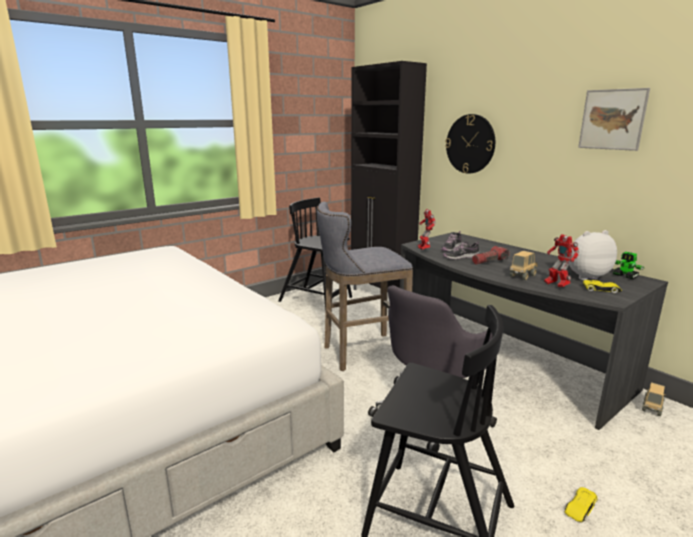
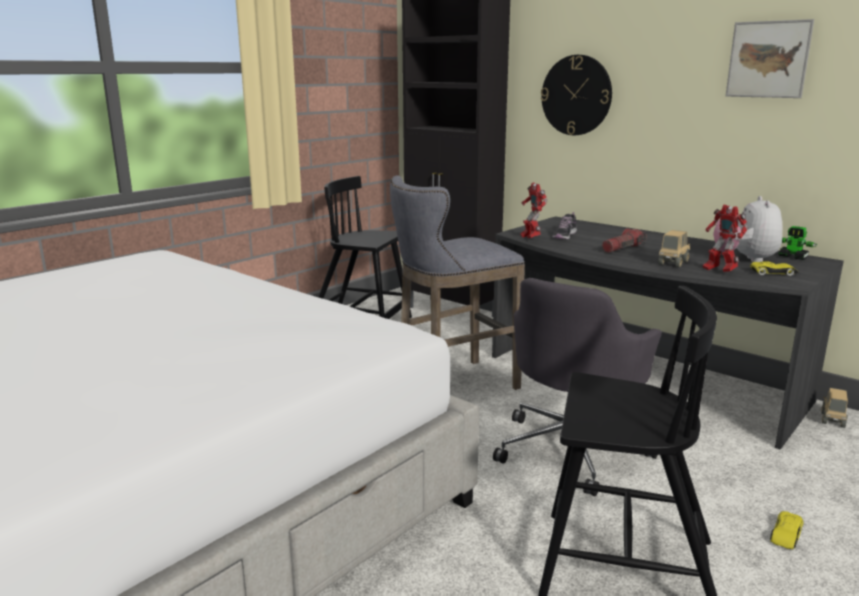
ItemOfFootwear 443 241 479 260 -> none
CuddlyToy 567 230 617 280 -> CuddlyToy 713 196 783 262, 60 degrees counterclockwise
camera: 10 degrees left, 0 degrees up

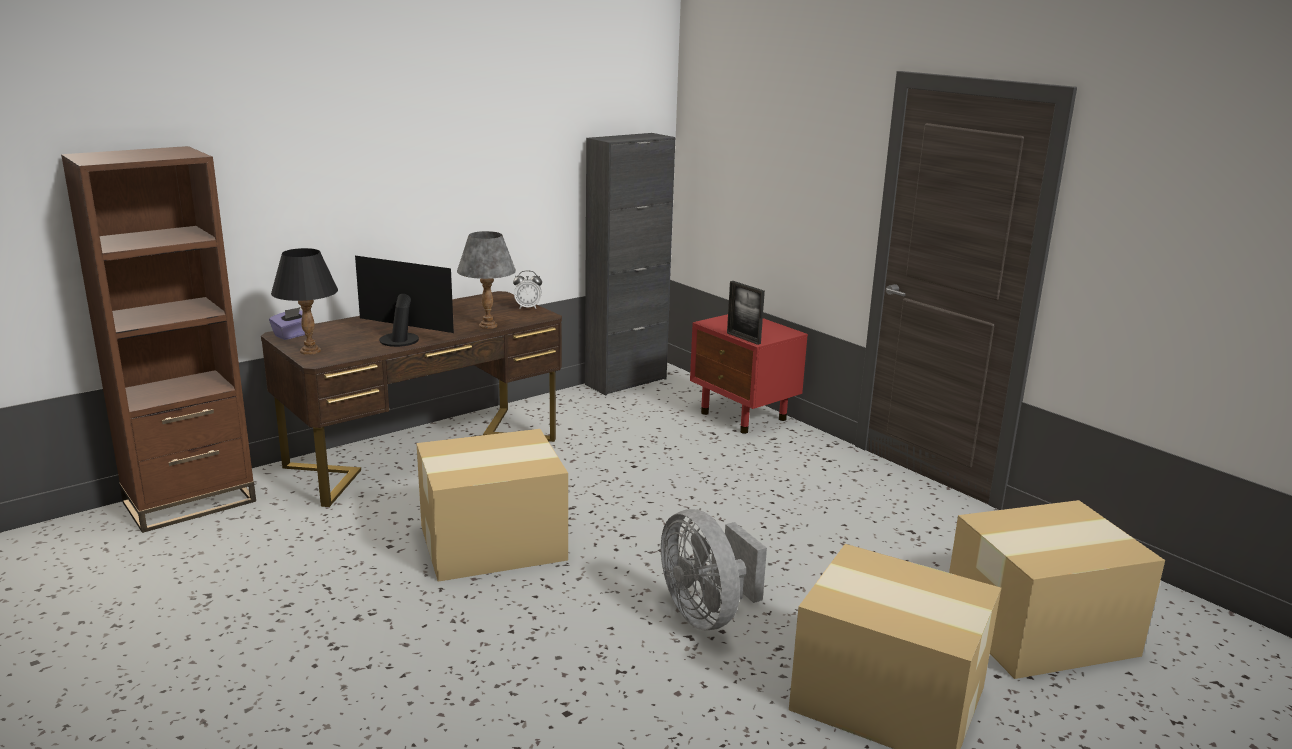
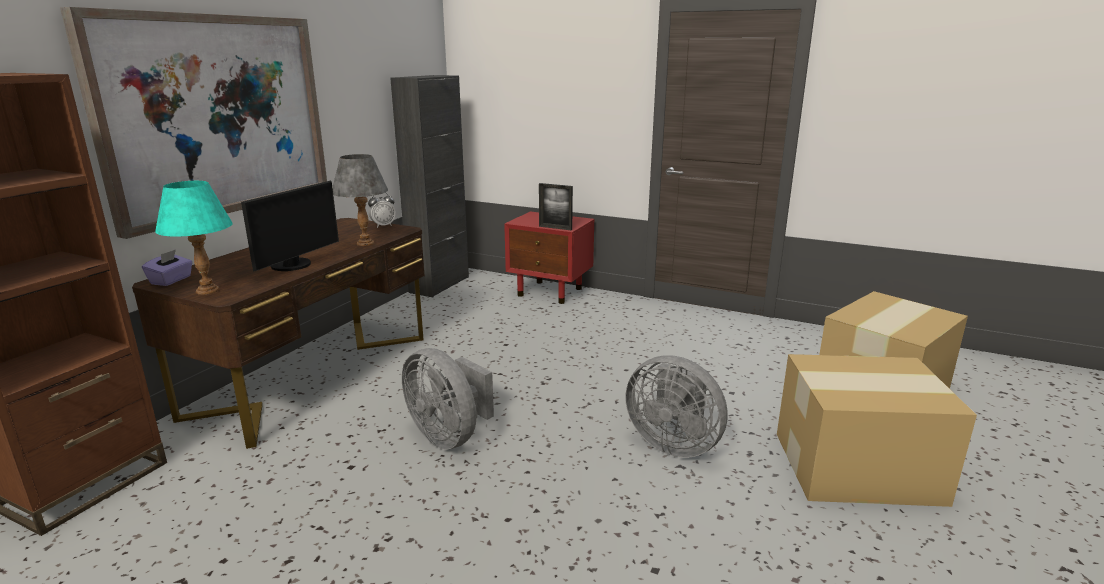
none -> WallPicture 60 7 327 239
CardboardBox 416 429 568 582 -> GreyElectricFan 402 348 494 449
BlackTableLamp 271 248 338 355 -> BlueGreenTableLamp 155 181 233 295
ComputerDisplay 355 256 454 347 -> ComputerDisplay 241 181 339 272, 120 degrees clockwise
camera: 25 degrees left, 0 degrees up

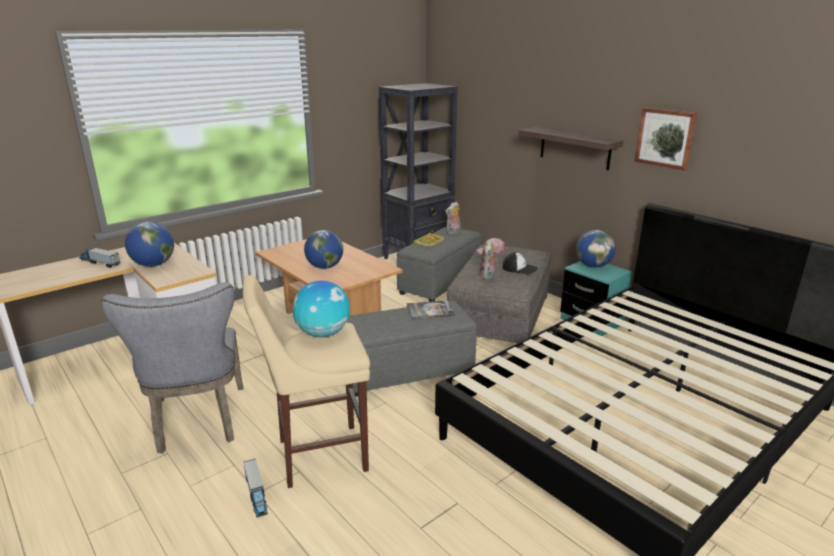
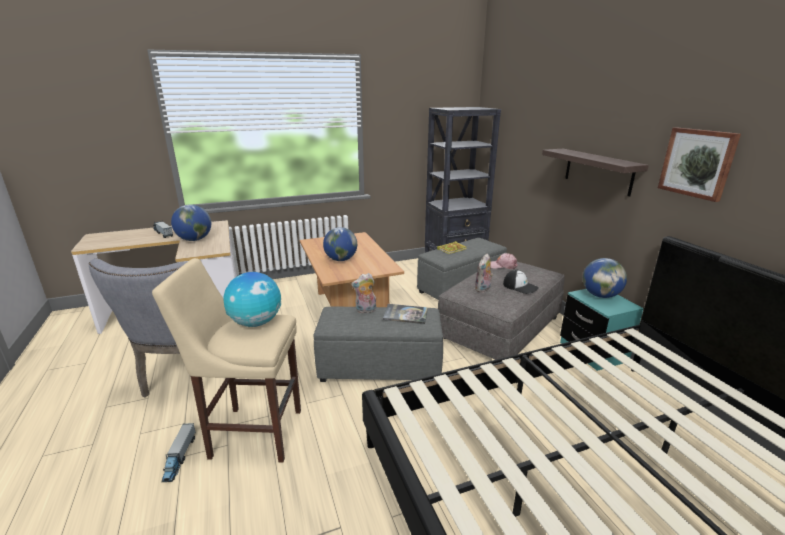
CuddlyToy 445 201 461 234 -> CuddlyToy 351 273 376 314, shifted
camera: 20 degrees right, 0 degrees up

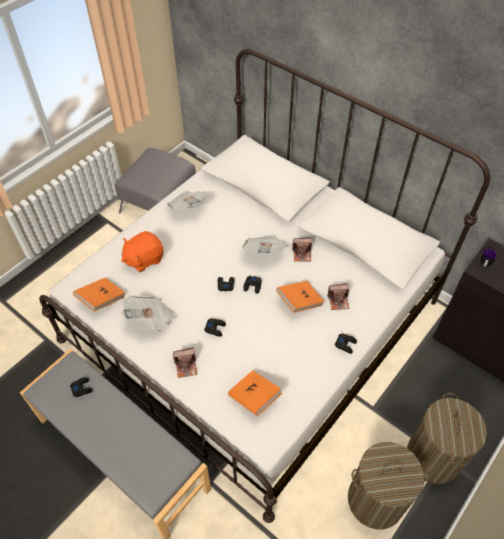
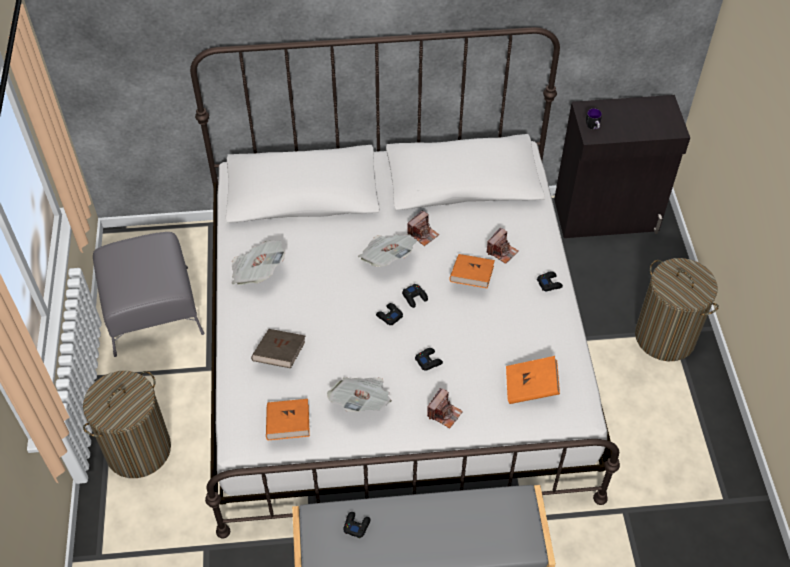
Hamper 348 442 430 529 -> Hamper 83 371 171 478, shifted
OrangeyCuddlyToy 121 231 164 272 -> BrownishVolume 251 329 305 368
camera: 45 degrees left, 0 degrees up

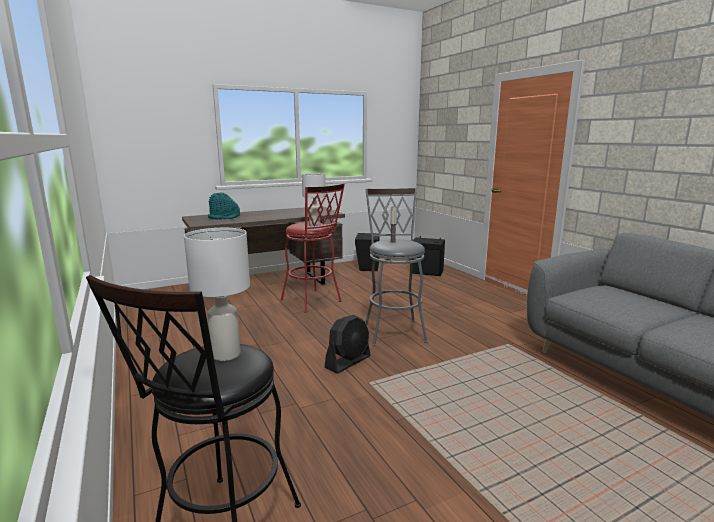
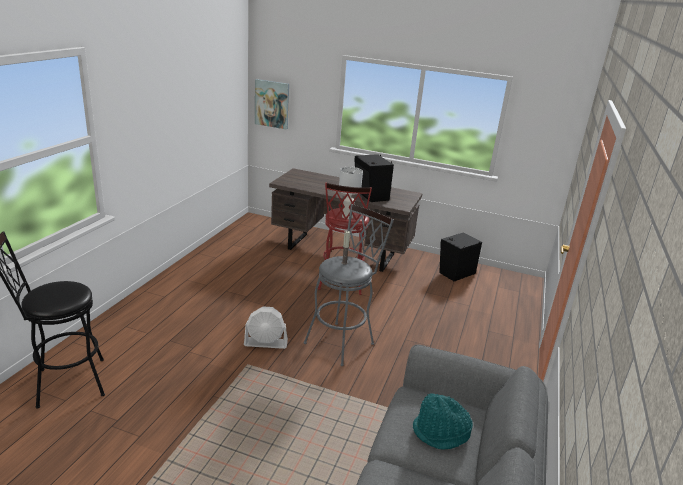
WhiteTableLamp 184 228 250 361 -> none
none -> WallPicture 255 79 289 129
BlueGreenHat 208 193 240 219 -> BlueGreenHat 413 394 473 450, shifted
BlackSpeaker 412 236 445 276 -> BlackSpeaker 354 154 394 202, shifted
BlackElectricFan 325 315 370 374 -> WhiteElectricFan 244 306 288 349
camera: 45 degrees right, 10 degrees up

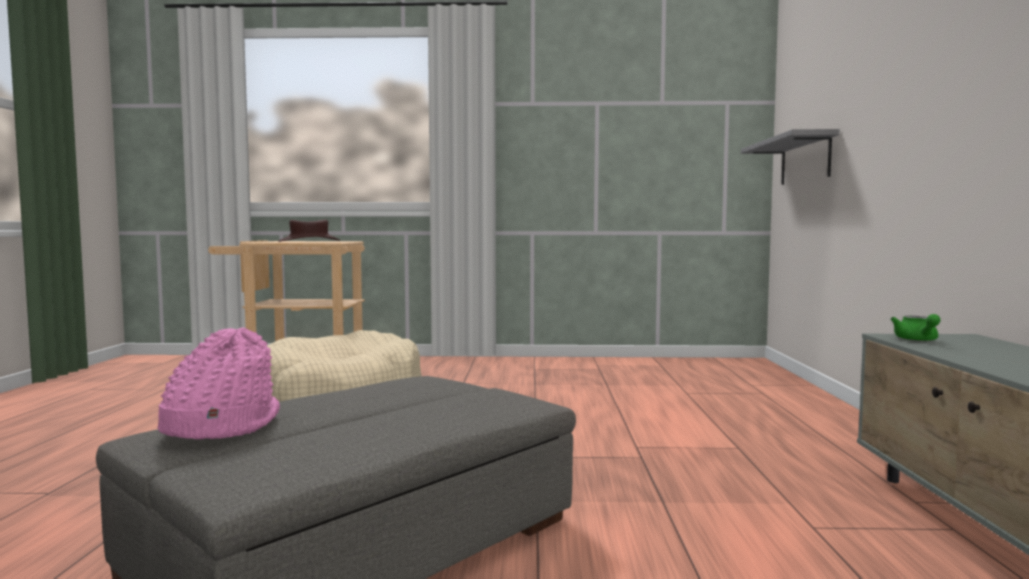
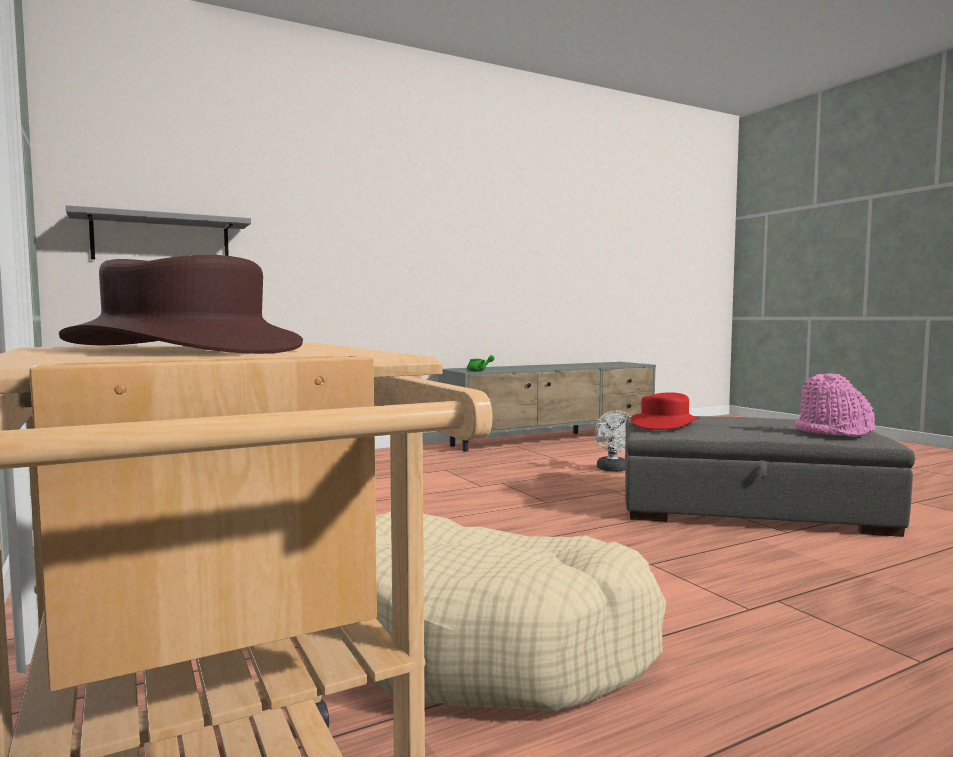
none -> WhiteElectricFan 595 410 631 471
none -> RedColouredHat 631 392 699 430
camera: 120 degrees left, 0 degrees up

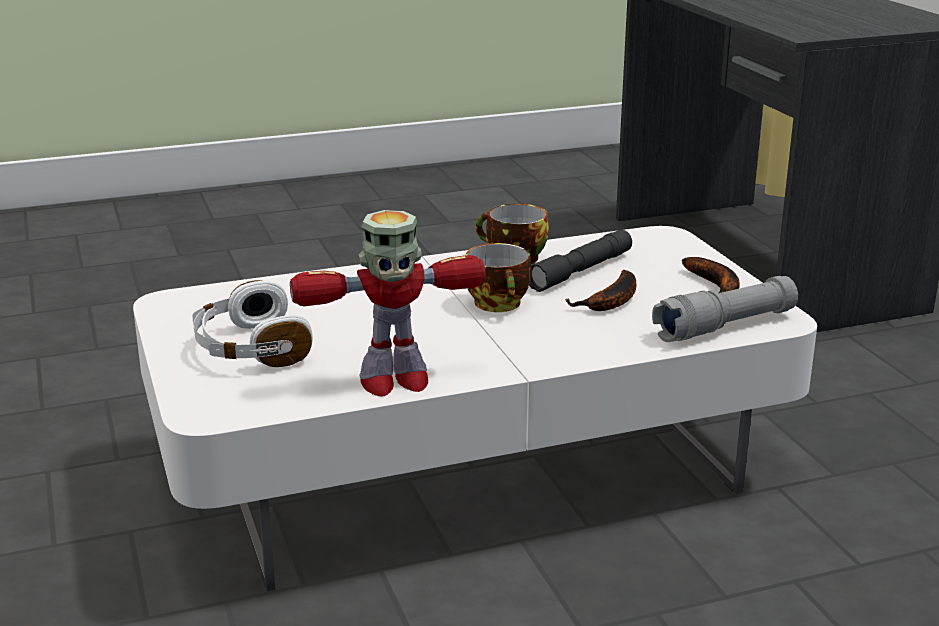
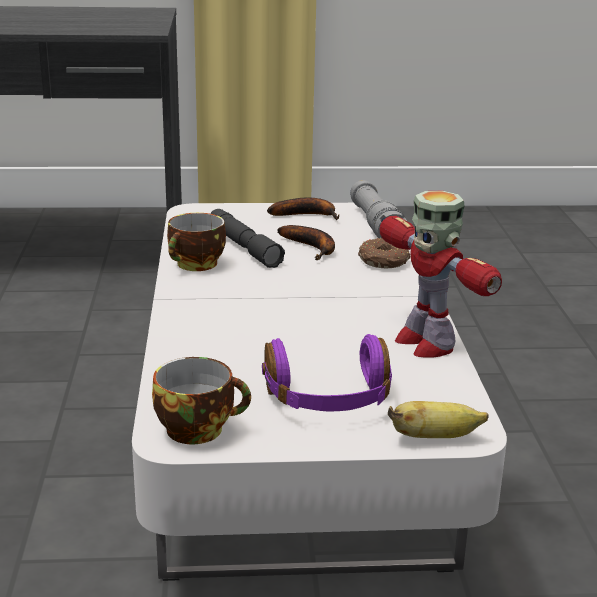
none -> RingDoughnut 358 238 410 268
none -> WholeBanana 388 401 489 438
DrinkingCup 465 243 532 312 -> DrinkingCup 152 357 251 444, shifted
WhiteHeadset 192 280 313 367 -> PurpleColouredHeadset 262 334 392 411
RobotFigure 290 210 486 397 -> RobotFigure 380 191 502 358, 150 degrees clockwise
camera: 75 degrees left, 0 degrees up

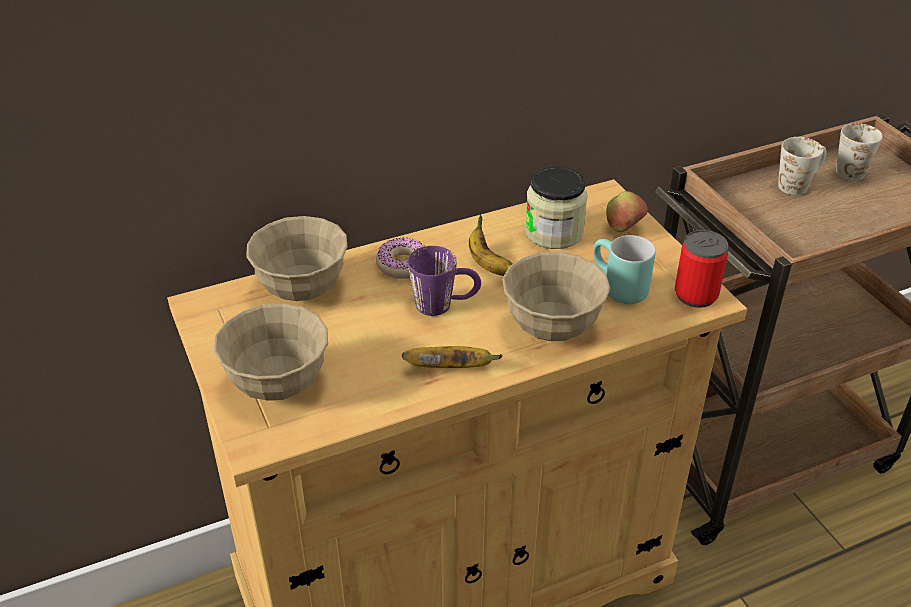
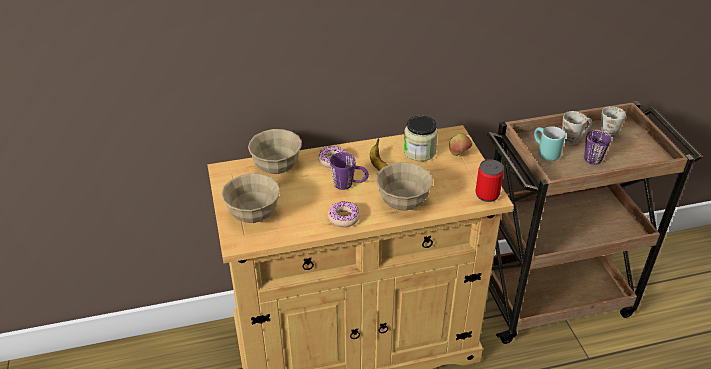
none -> PurpleColouredTeaMug 584 130 611 165
BlueGreenTeaMug 593 235 655 304 -> BlueGreenTeaMug 534 126 565 161, shifted
WholeBanana 402 346 502 368 -> RingDoughnut 328 201 360 227
camera: 10 degrees right, 0 degrees up

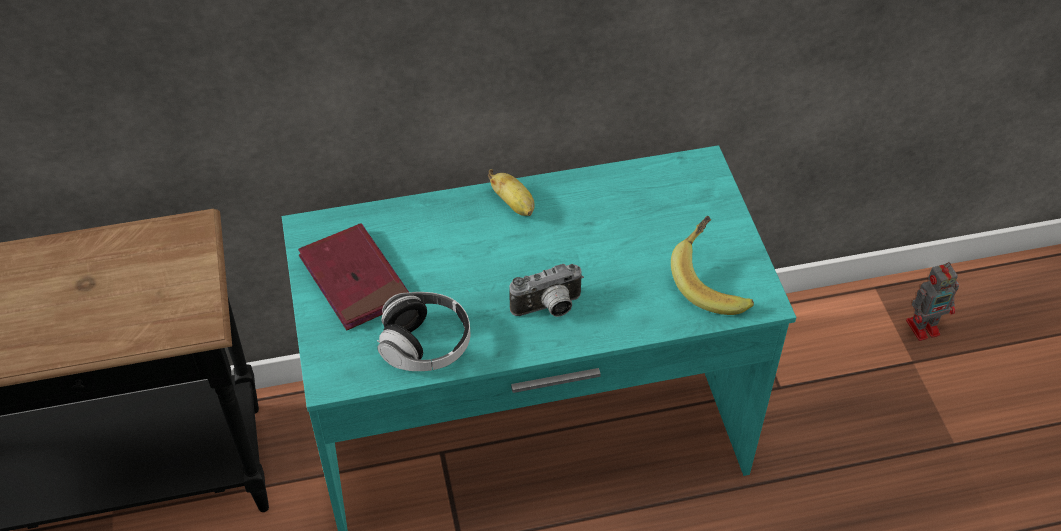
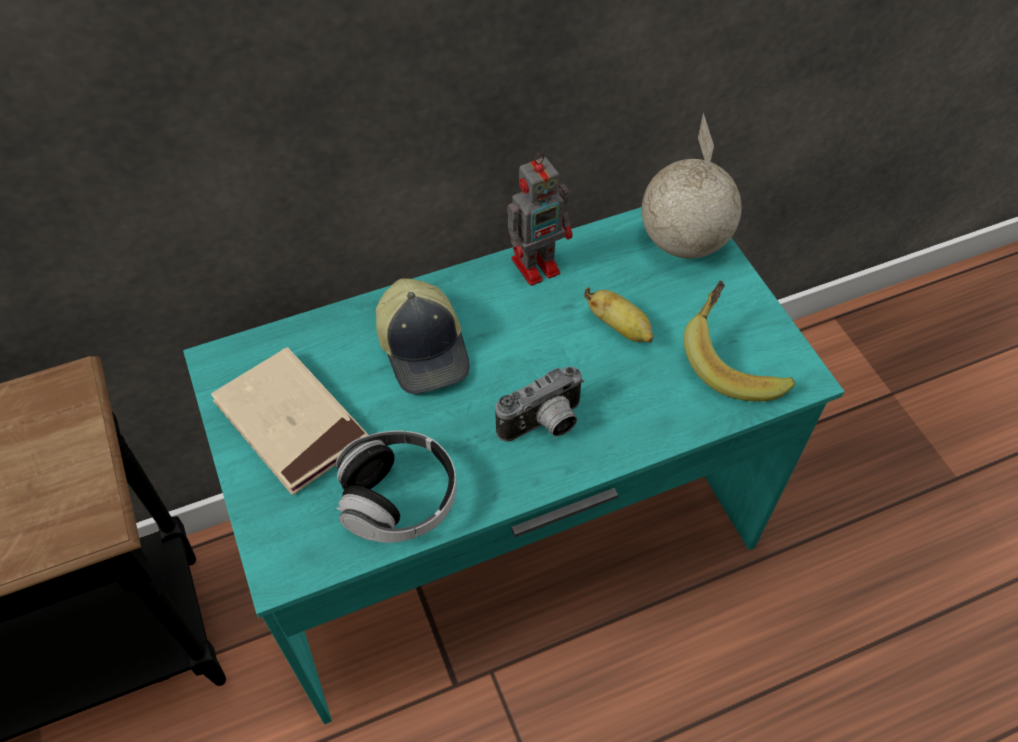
none -> PeakedCap 376 278 470 394
none -> WorldGlobe 642 113 741 259
WholeBanana 488 169 535 216 -> WholeBanana 584 287 653 343, shifted
RobotFigure 906 262 959 341 -> RobotFigure 507 153 573 286, shifted
RedColouredVolume 298 223 409 330 -> BeigeVolume 211 347 368 495
camera: 10 degrees left, 5 degrees up

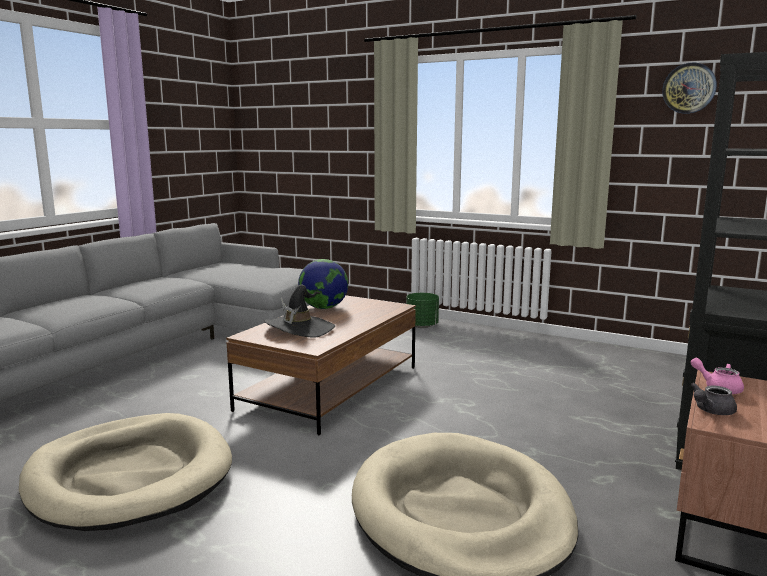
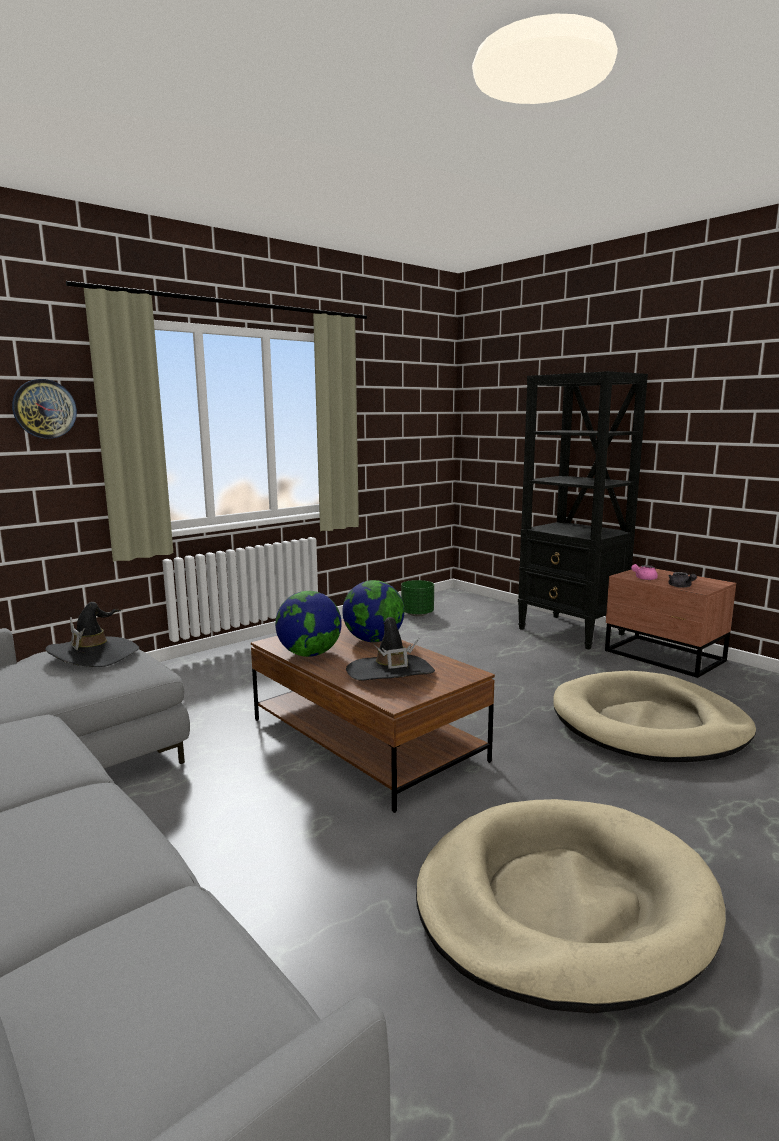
none -> BlackHat 45 602 139 667
none -> WorldGlobe 342 580 404 642
GreenColouredFlowerPot 406 293 439 328 -> GreenColouredFlowerPot 401 580 434 616, shifted
HangingClock 662 62 717 114 -> HangingClock 12 379 77 439, shifted
camera: 70 degrees left, 0 degrees up

